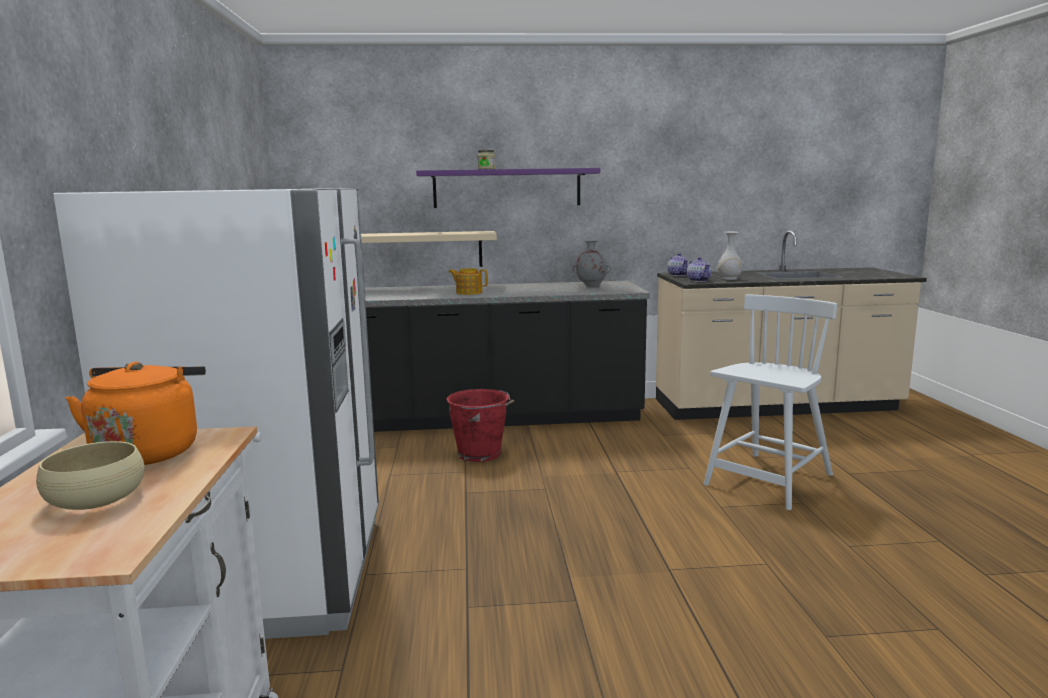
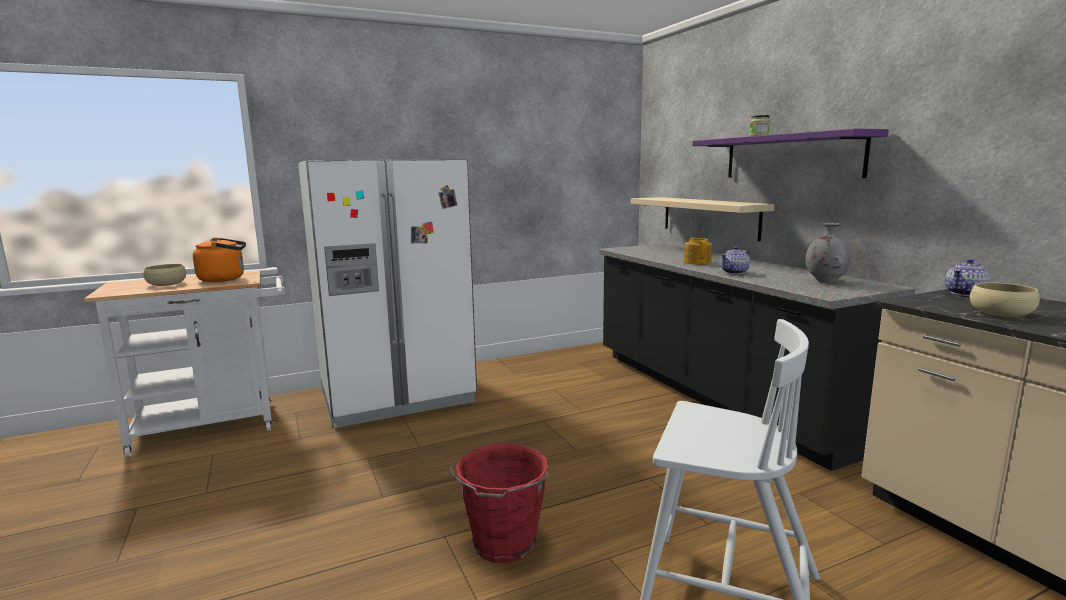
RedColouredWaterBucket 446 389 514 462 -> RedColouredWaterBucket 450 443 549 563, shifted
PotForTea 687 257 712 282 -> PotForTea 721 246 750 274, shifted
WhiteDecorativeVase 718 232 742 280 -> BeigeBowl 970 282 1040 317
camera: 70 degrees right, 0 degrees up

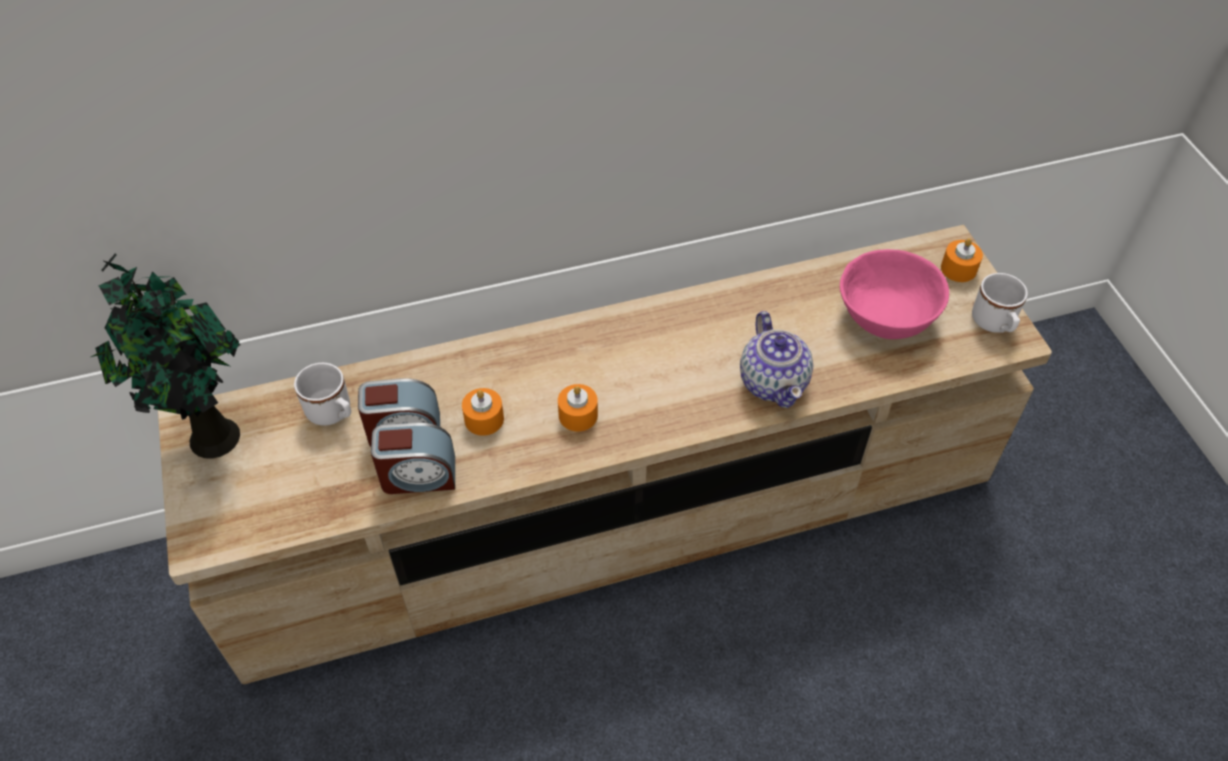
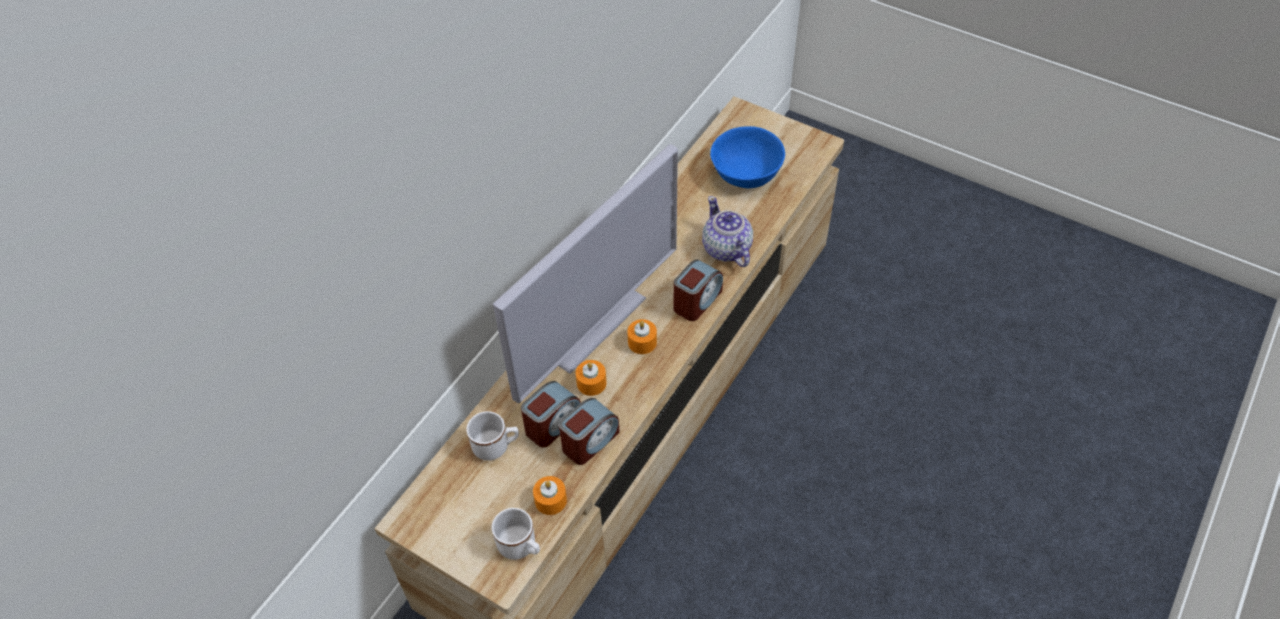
Houseplant 91 254 241 458 -> none
none -> Tv 493 144 678 403
none -> BedsideClock 673 259 723 321
OrangeyWaxCandle 941 238 983 282 -> OrangeyWaxCandle 533 476 567 515, shifted
WhiteTeaMug 972 273 1028 333 -> WhiteTeaMug 492 508 540 560, shifted
PinkColouredBowl 840 249 949 339 -> BlueColouredBowl 710 126 785 188
PotForTea 740 311 813 408 -> PotForTea 702 196 753 267, 150 degrees counterclockwise
camera: 40 degrees left, 0 degrees up

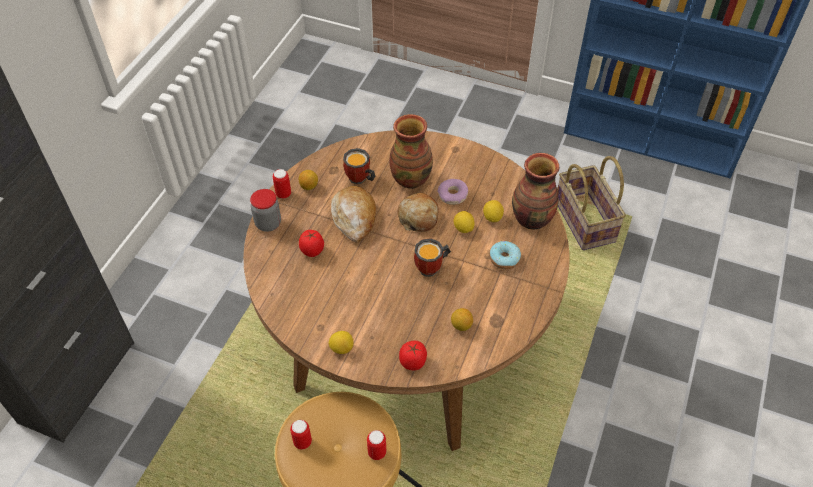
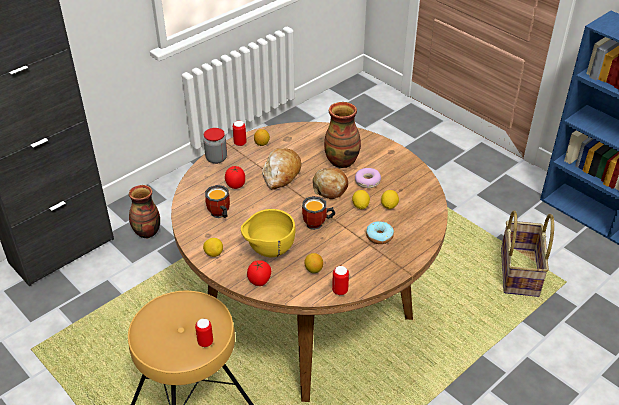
none -> YellowBowl 241 209 296 257
SealedCan 290 420 312 450 -> SealedCan 332 266 349 295, shifted
TeaMug 343 148 376 184 -> TeaMug 205 185 230 218, shifted
DecorativeVase 512 153 560 230 -> DecorativeVase 129 185 160 239, shifted
camera: 25 degrees right, 10 degrees down

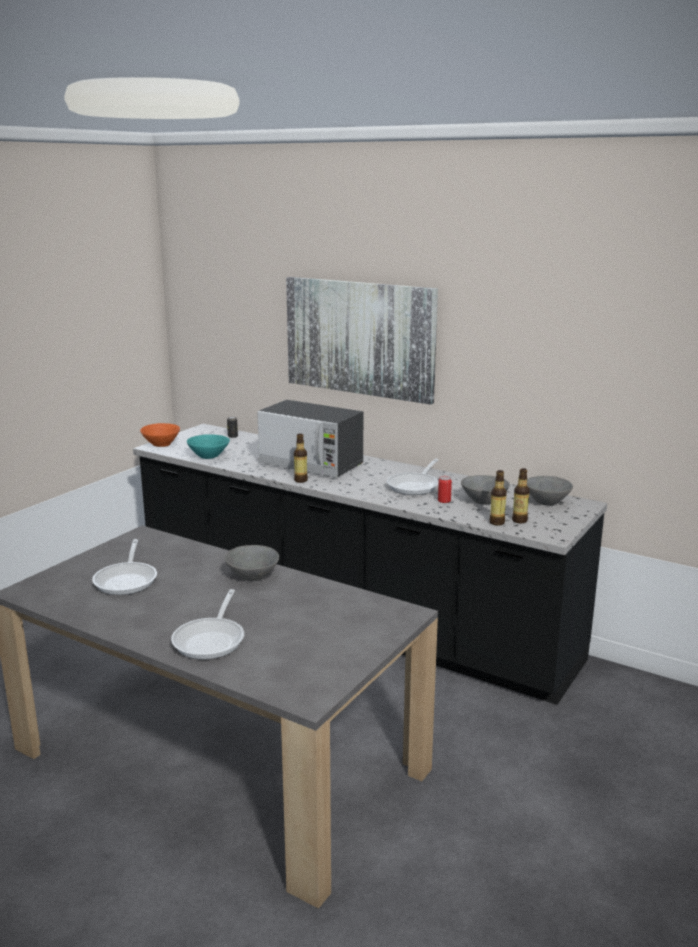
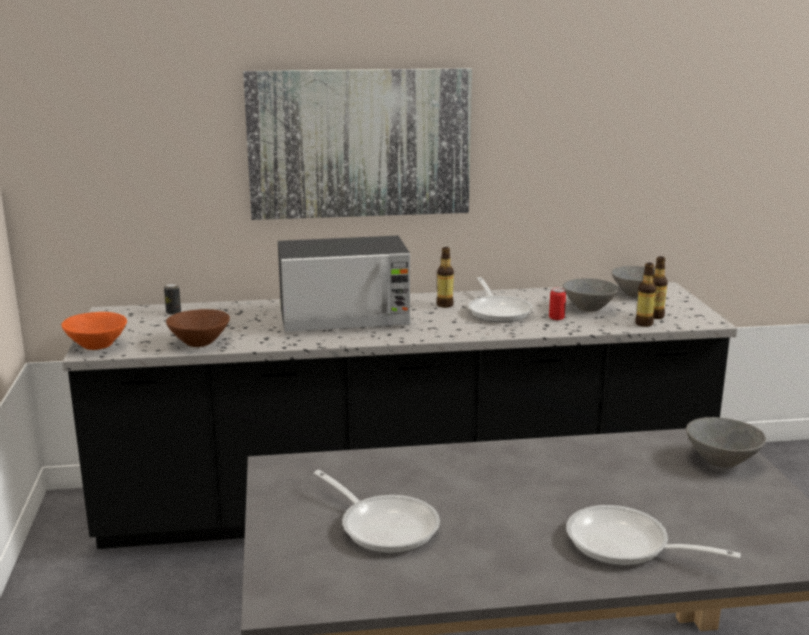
GreyBowl 225 545 279 581 -> GreyBowl 686 417 766 467, shifted
DrinkBottle 294 434 308 483 -> DrinkBottle 437 247 454 308, shifted
BlueGreenBowl 187 434 230 459 -> BrownishBowl 166 309 230 347
FryingPan 171 589 244 660 -> FryingPan 566 505 741 565, 150 degrees clockwise
camera: 40 degrees left, 0 degrees up

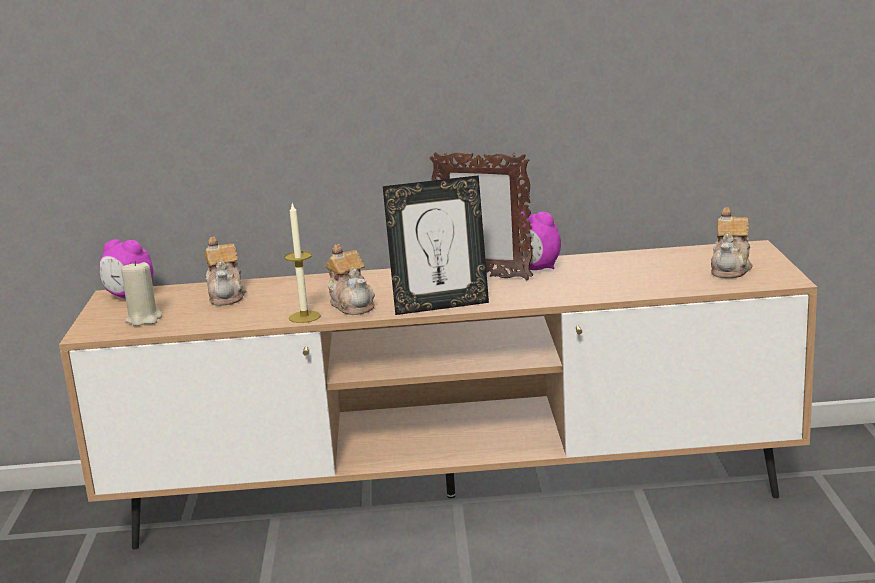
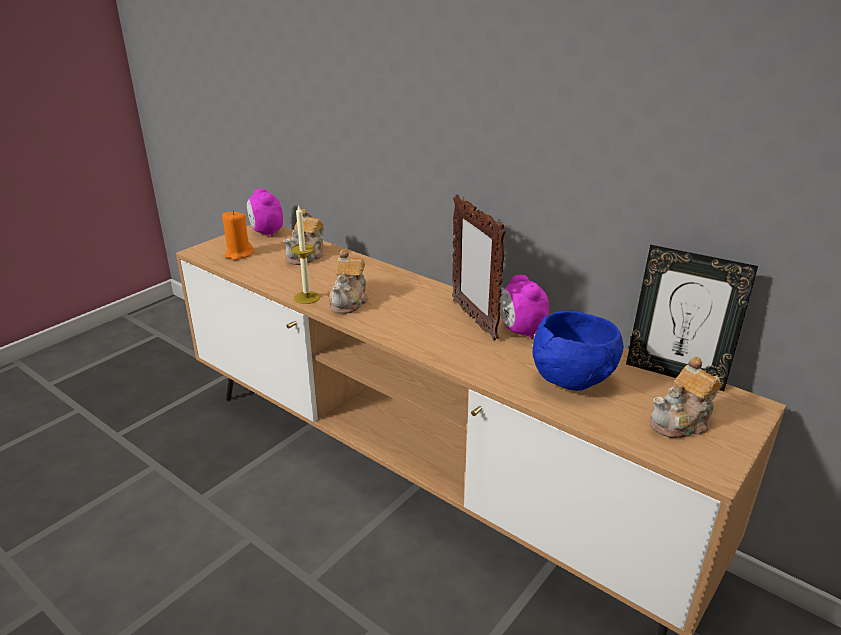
none -> BlueColouredBowl 532 311 624 391
StandingFrame 383 175 489 315 -> StandingFrame 626 245 758 391, shifted
BeigeWaxCandle 121 260 162 326 -> OrangeyWaxCandle 222 210 254 260
camera: 40 degrees right, 10 degrees up

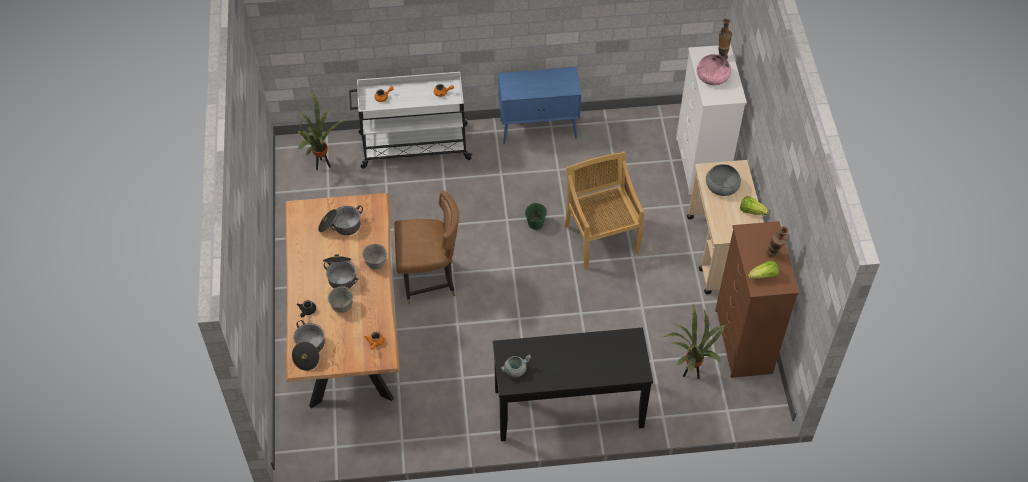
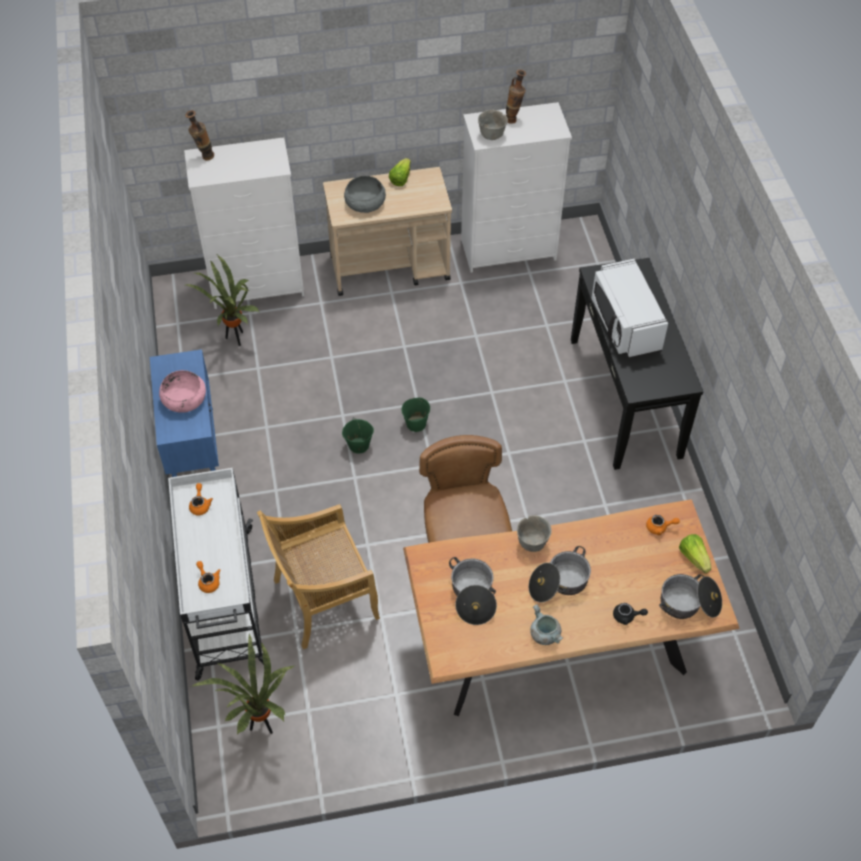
none -> GreenColouredWaterBucket 401 397 430 432
none -> WhiteMicrowaveOven 592 259 668 358
GreyBowl 328 286 353 313 -> GreyBowl 478 110 508 140, shifted
GreyCookingPot 501 354 531 378 -> GreyCookingPot 530 604 563 645, shifted
BeigePlainChair 564 151 644 270 -> BeigePlainChair 257 504 380 649, shifted
Houseplant 663 304 726 379 -> Houseplant 186 255 259 346, shifted
PinkColouredBowl 697 54 731 85 -> PinkColouredBowl 159 370 206 413, shifted
LettuceHead 748 260 779 279 -> LettuceHead 679 534 711 573, shifted
BrownishChestOfDrawers 715 221 799 378 -> WhiteChestOfDrawers 461 102 572 272
camera: 95 degrees left, 0 degrees up

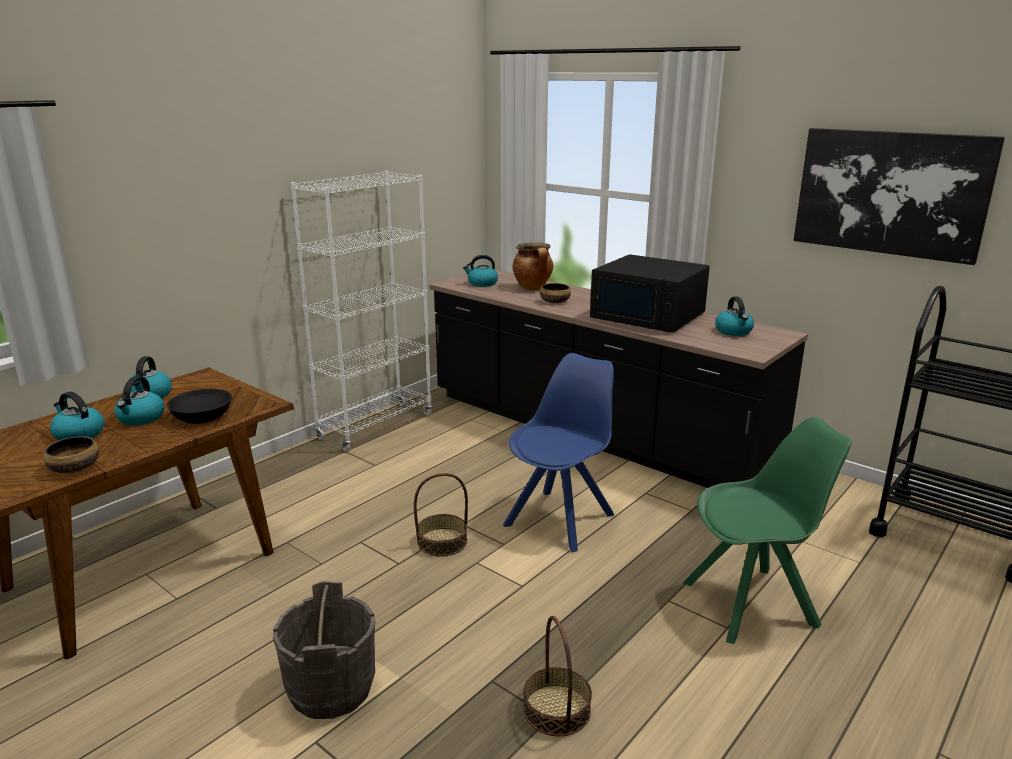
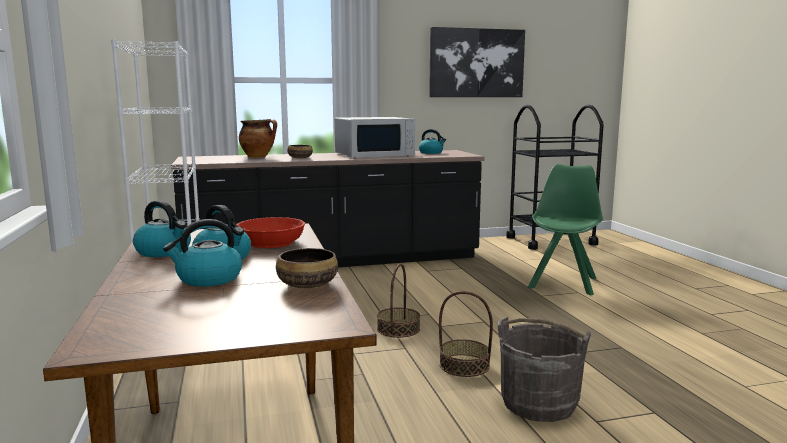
Kettle 463 255 498 287 -> none
BlueColouredPlainChair 503 353 614 552 -> none
StorageBasket 523 616 592 736 -> StorageBasket 439 291 493 377, shifted
BlackBowl 167 389 232 424 -> RedColouredBowl 236 217 305 248
BlackMicrowaveOven 590 254 710 333 -> WhiteMicrowaveOven 335 117 415 158
camera: 55 degrees left, 10 degrees down

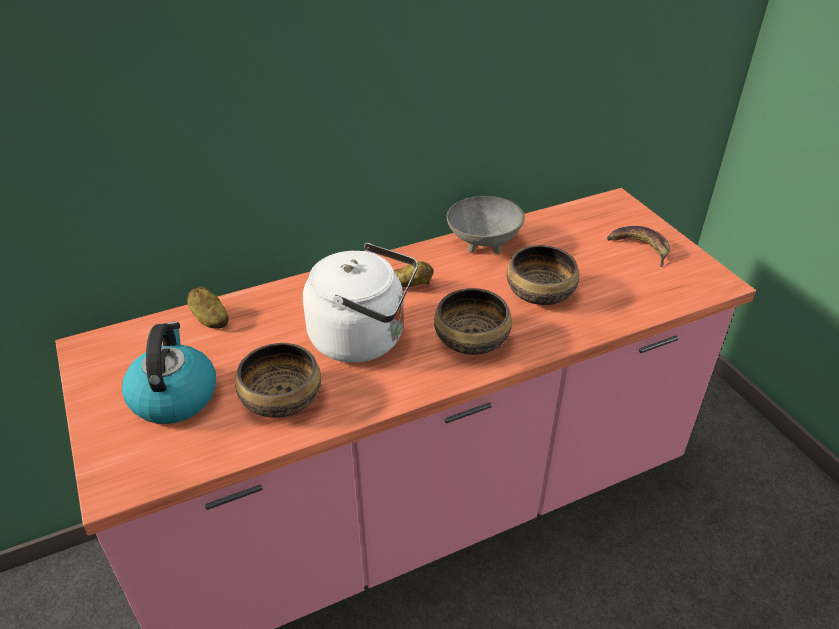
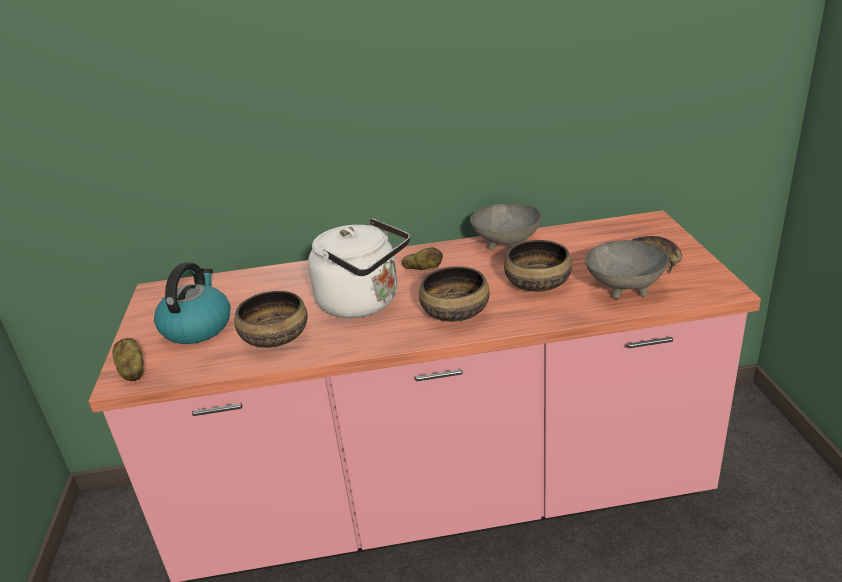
none -> GreyBowl 585 240 669 299
Potato 187 287 229 329 -> Potato 112 338 144 381, shifted
camera: 20 degrees right, 10 degrees down

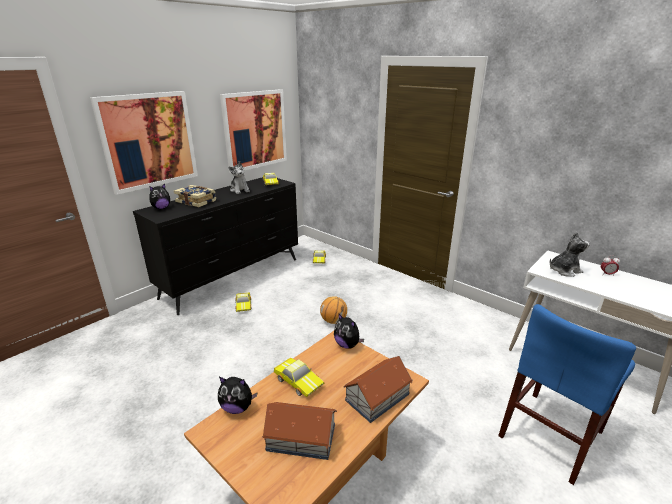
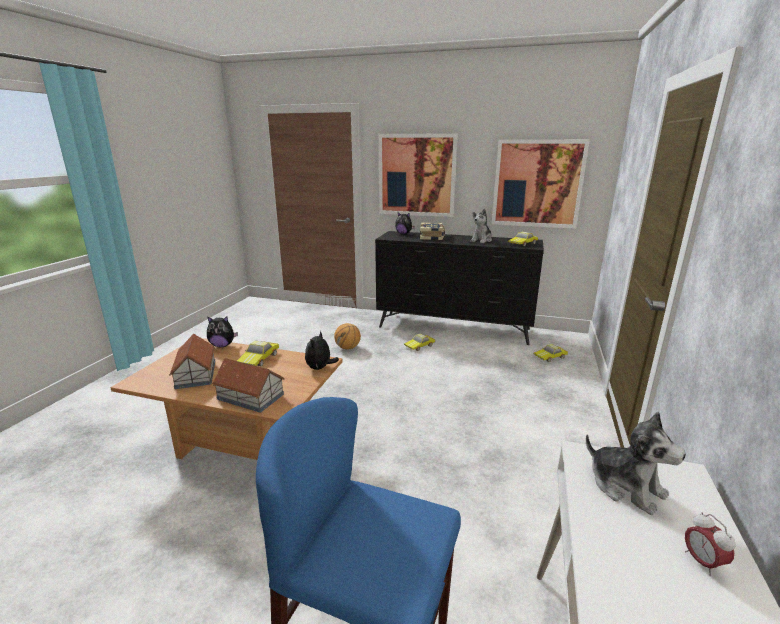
Basketball 320 296 347 324 -> Basketball 334 323 361 349, shifted
CuddlyToy 218 377 257 414 -> CuddlyToy 207 316 238 347, 75 degrees counterclockwise
camera: 65 degrees right, 5 degrees down

